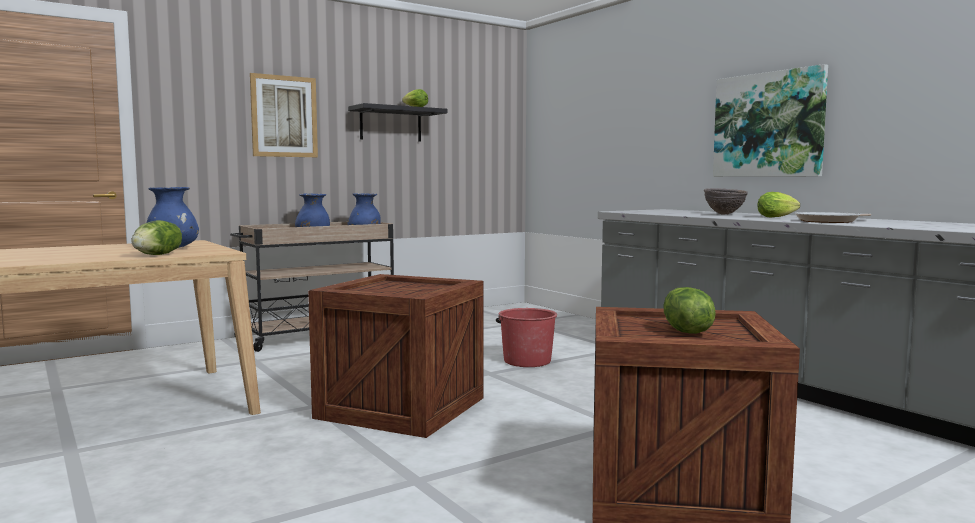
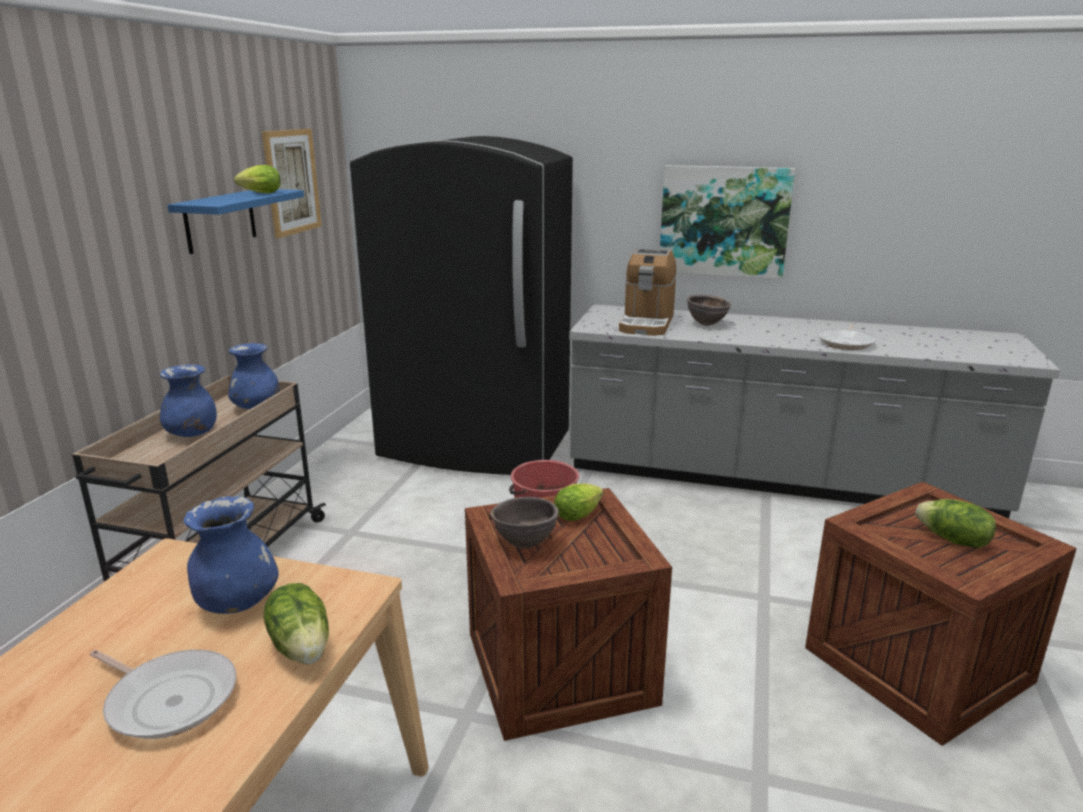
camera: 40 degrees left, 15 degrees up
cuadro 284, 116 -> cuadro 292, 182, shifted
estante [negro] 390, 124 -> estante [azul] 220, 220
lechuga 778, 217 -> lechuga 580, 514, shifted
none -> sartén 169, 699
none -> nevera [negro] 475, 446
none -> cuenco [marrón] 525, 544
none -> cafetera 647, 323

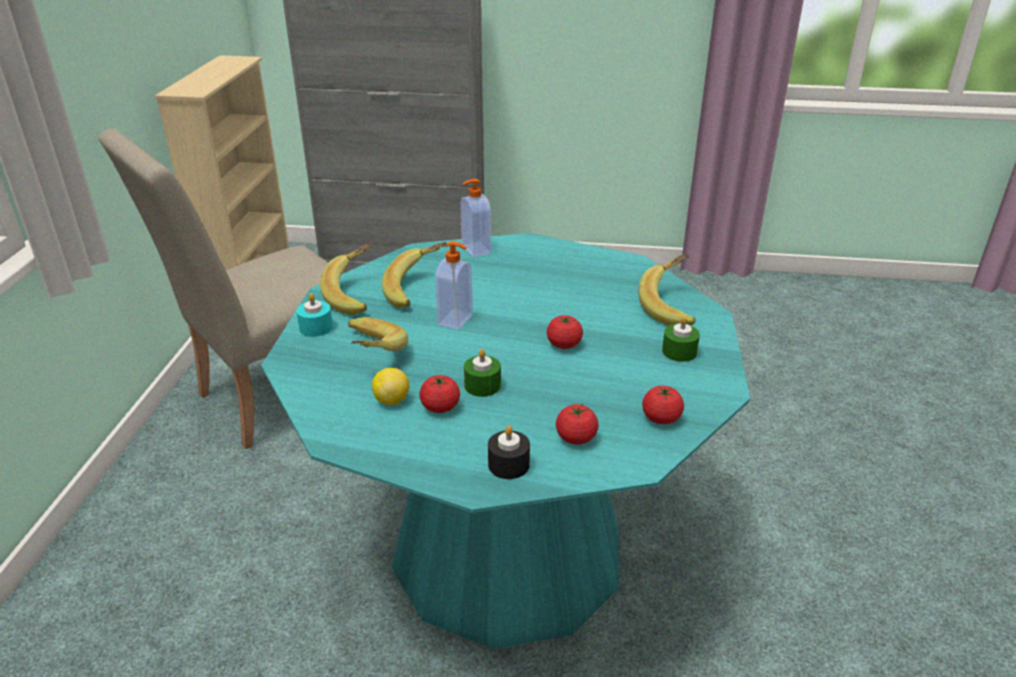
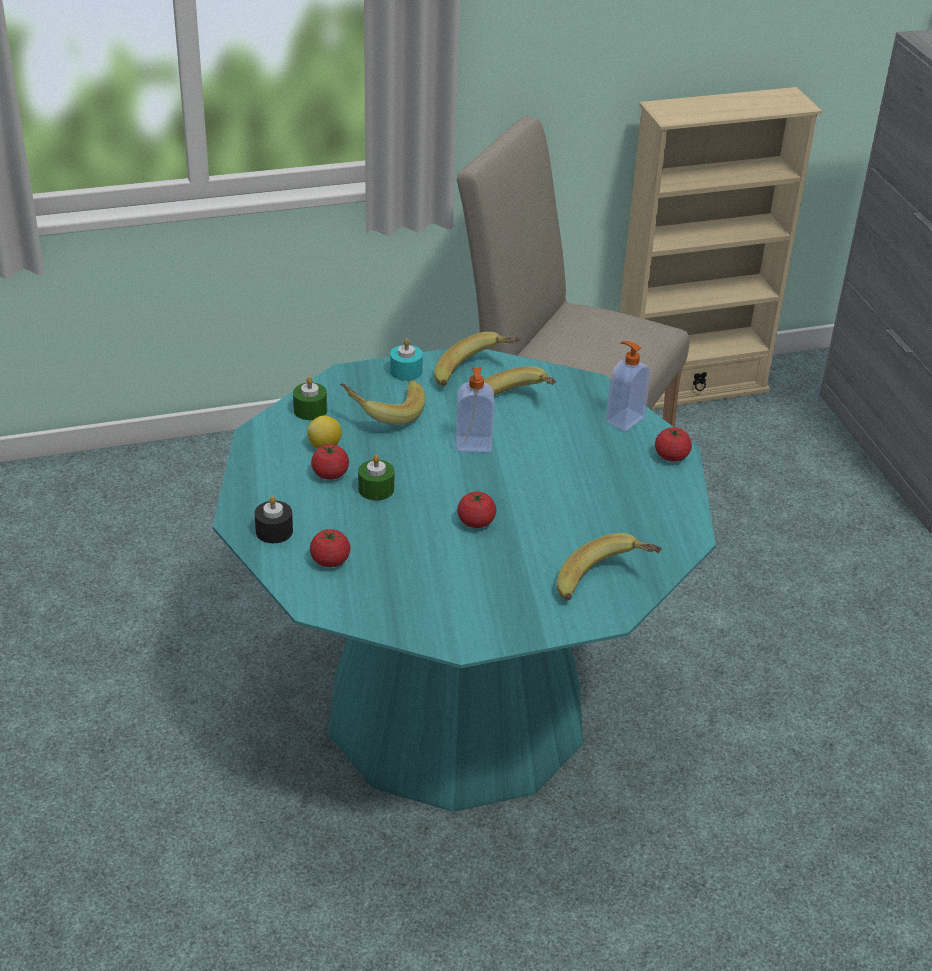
camera: 65 degrees right, 5 degrees up
tomate 661, 418 -> tomate 671, 456, shifted
vela [verde] 679, 351 -> vela [verde] 310, 410, shifted

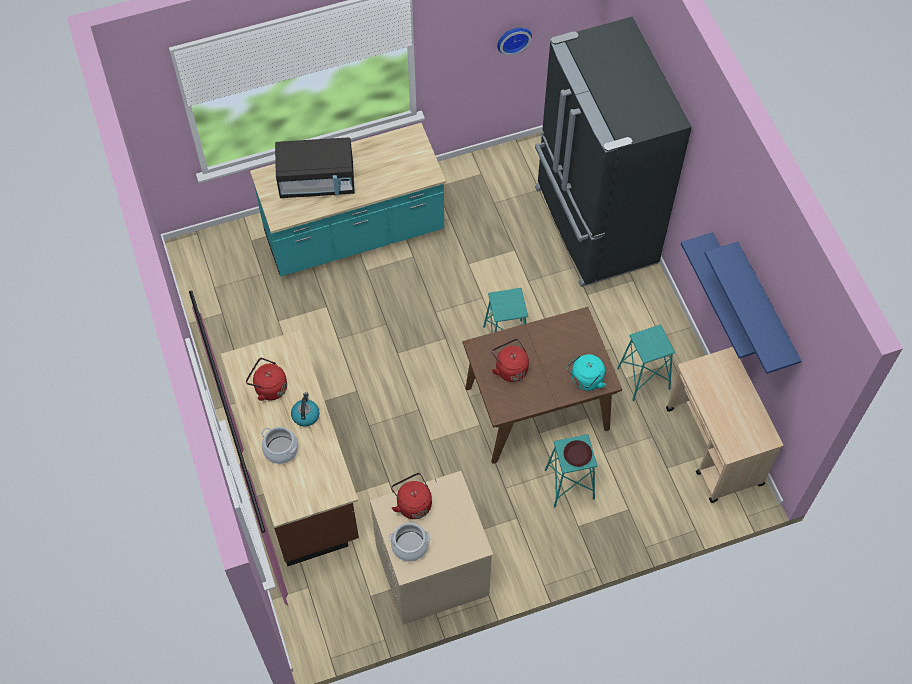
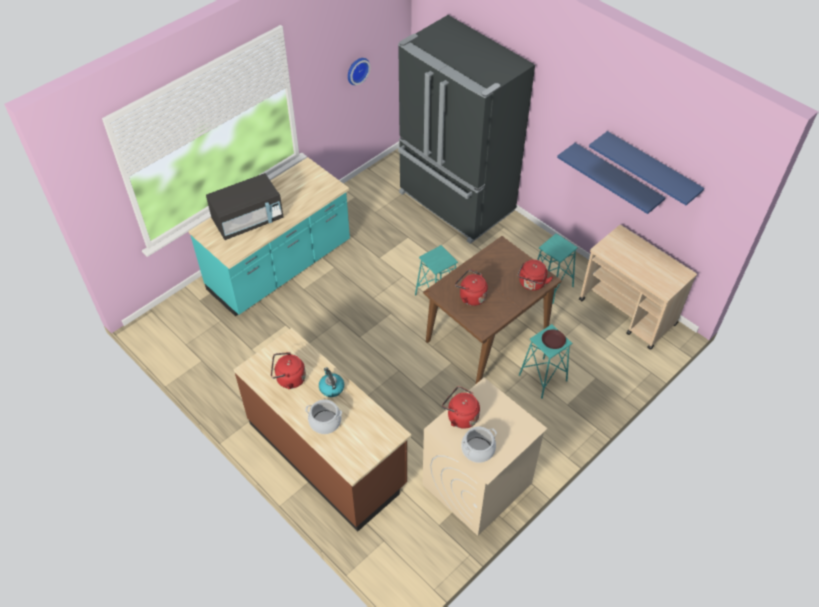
camera: 25 degrees left, 10 degrees down
hervidor [turquesa] 585, 380 -> hervidor [rojo] 531, 284

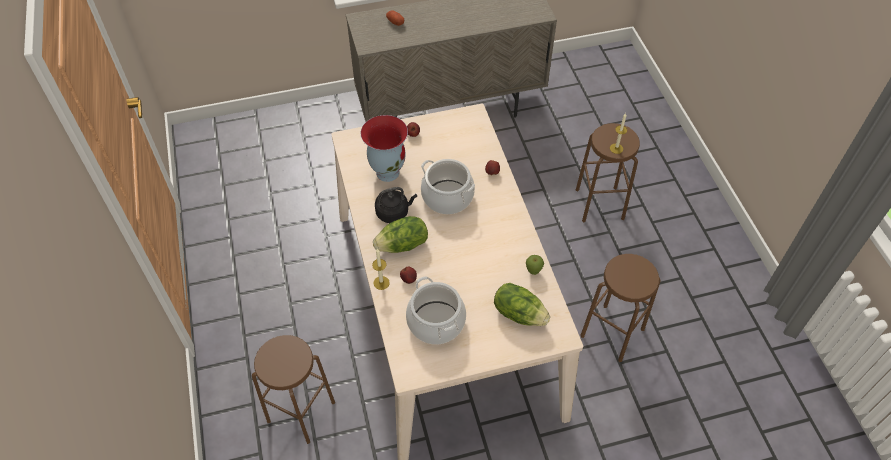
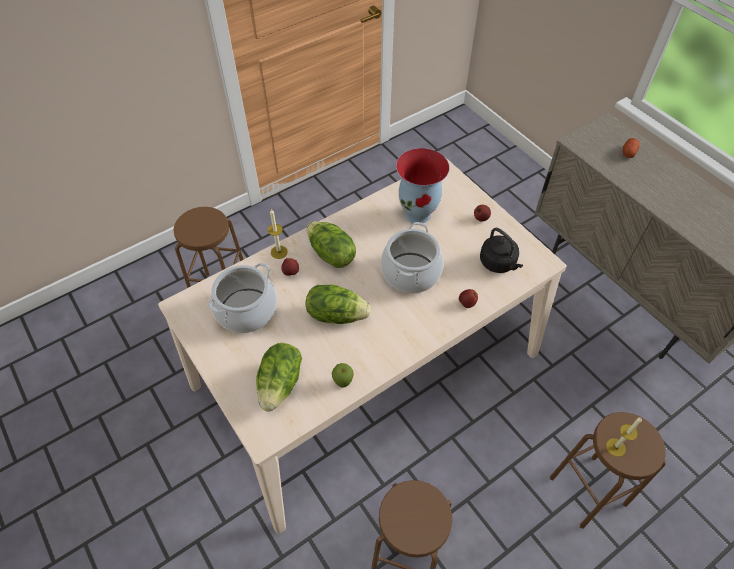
camera: 70 degrees right, 0 degrees up
hervidor [negro] 394, 212 -> hervidor [negro] 499, 263, shifted
none -> lechuga 336, 314

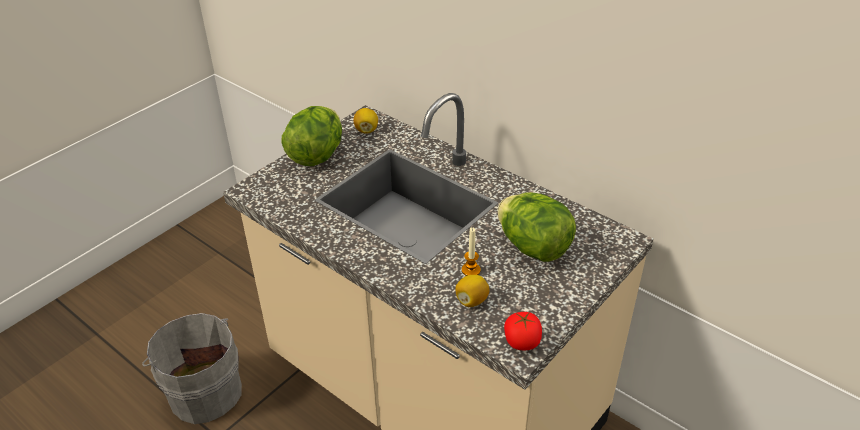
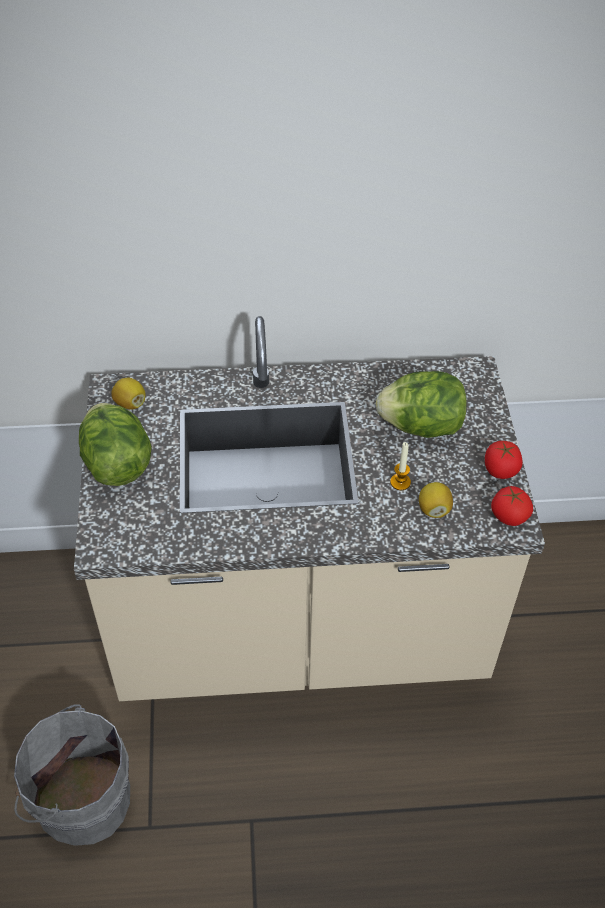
camera: 45 degrees left, 10 degrees up
none -> tomate 500, 470

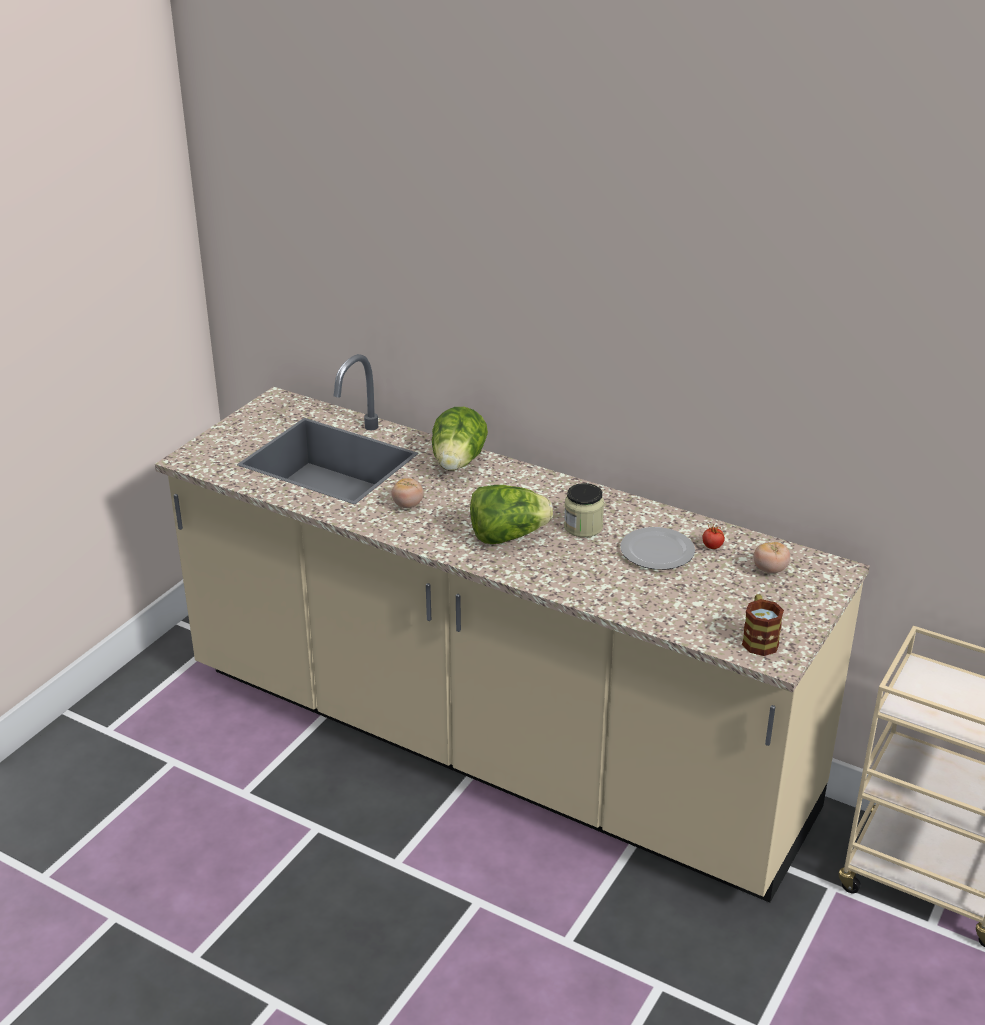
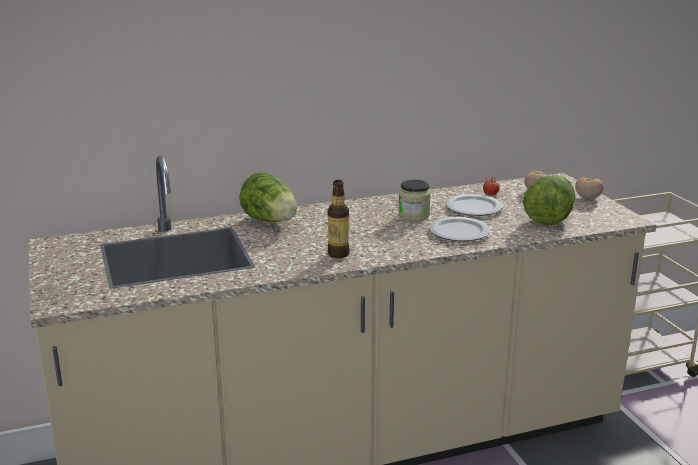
camera: 50 degrees left, 10 degrees down
tomate 407, 505 -> tomate 588, 198, shifted
lechuga 507, 536 -> lechuga 549, 218, shifted
taza grande 758, 638 -> none
none -> botella 338, 254
none -> plato 459, 231

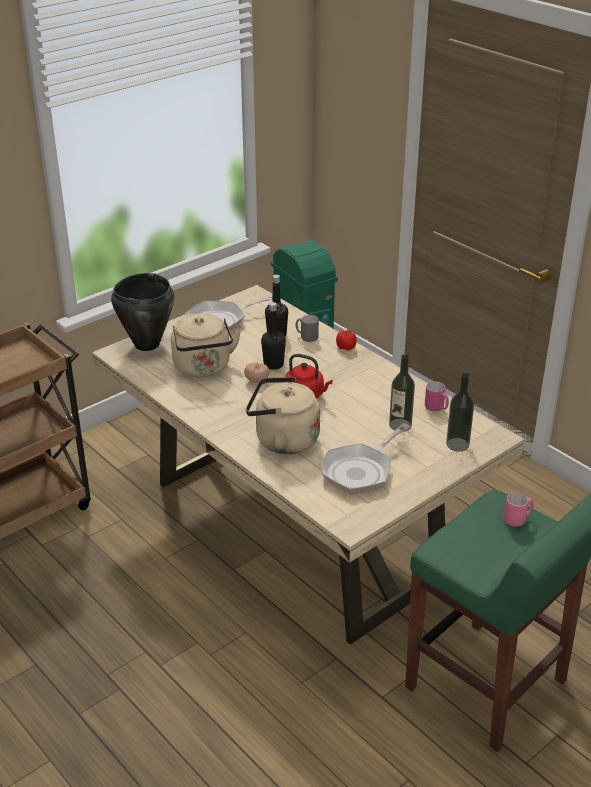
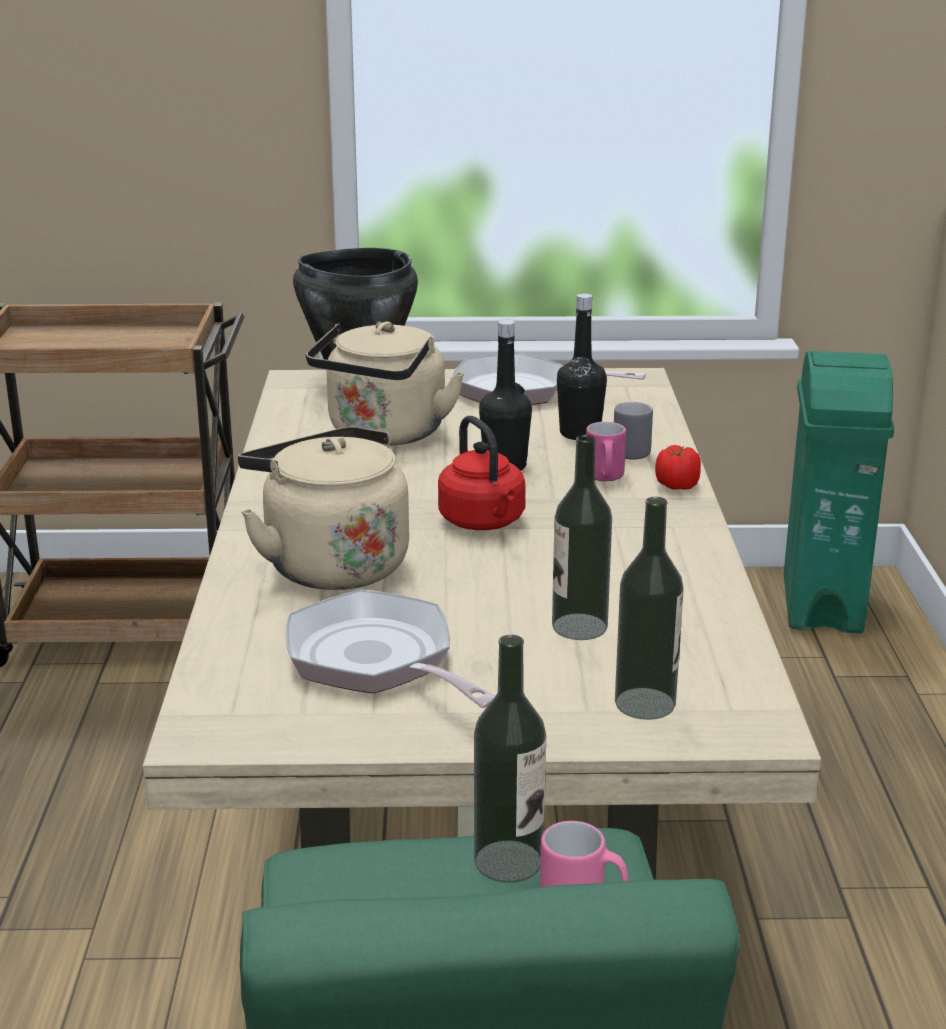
camera: 40 degrees right, 10 degrees down
tomate 257, 381 -> none
sartén 360, 471 -> sartén 377, 662, 60 degrees clockwise
taza grande [rosa] 436, 408 -> taza grande [rosa] 605, 478, shifted
none -> botella 508, 861

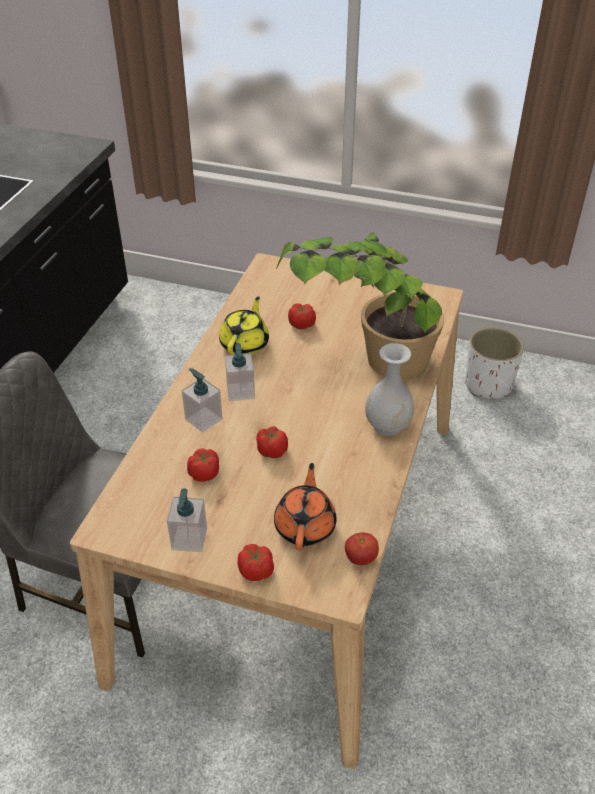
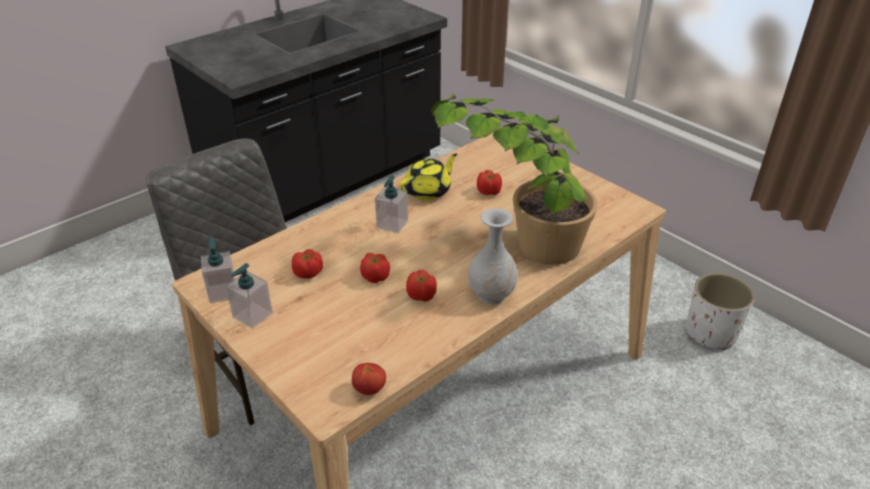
camera: 30 degrees right, 5 degrees down
dispensador de jabón 203, 419 -> dispensador de jabón 223, 292, shifted
tomate 256, 571 -> tomate 421, 295, shifted
tetera [naranja] 305, 526 -> none

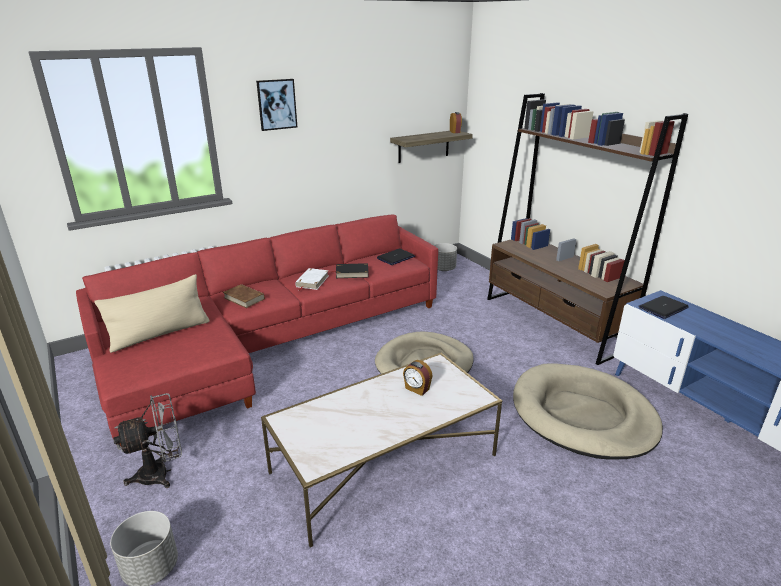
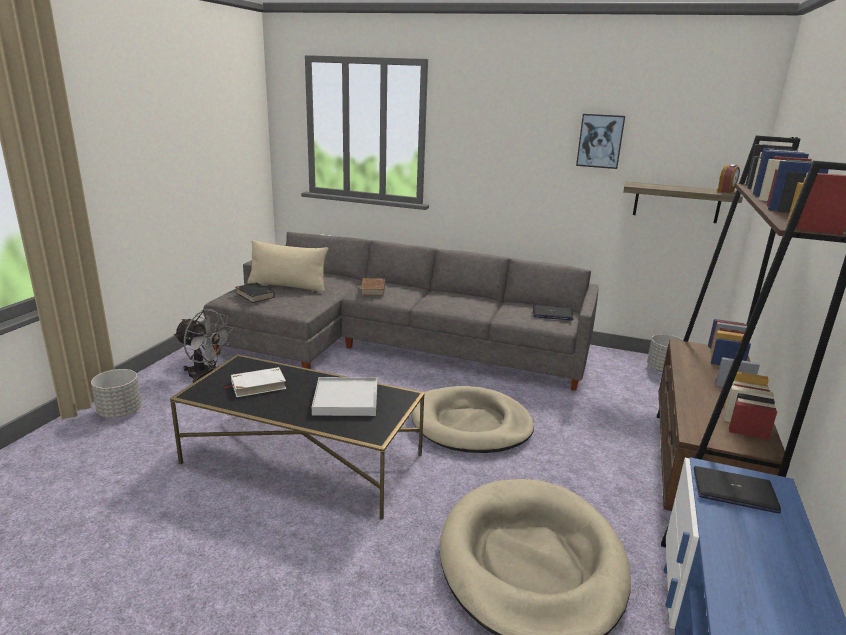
camera: 50 degrees right, 5 degrees down
sofá [rojo] 265, 342 -> sofá [gris] 391, 343
cuadro 276, 104 -> cuadro 600, 141, shifted
mesa de centro [blanco] 384, 463 -> mesa de centro [negro] 303, 459
libro [blanco] 312, 281 -> libro [blanco] 258, 385, shifted
libro [negro] 352, 273 -> libro [negro] 255, 295, shifted
despertador 417, 389 -> bandeja [blanco] 346, 399

